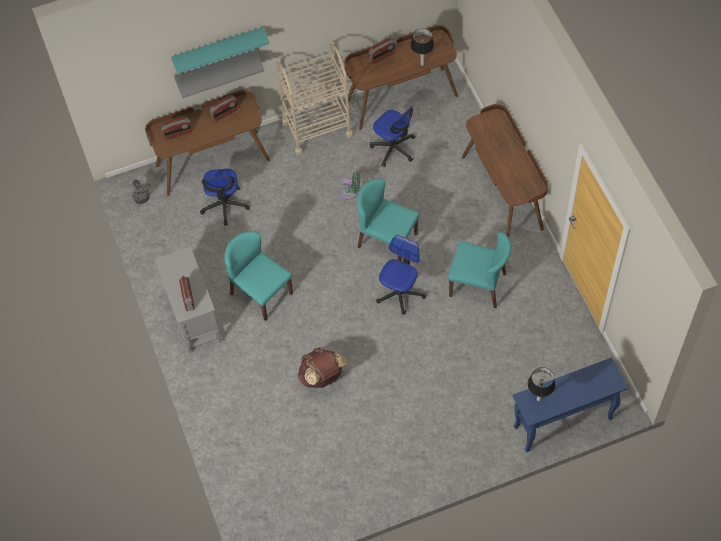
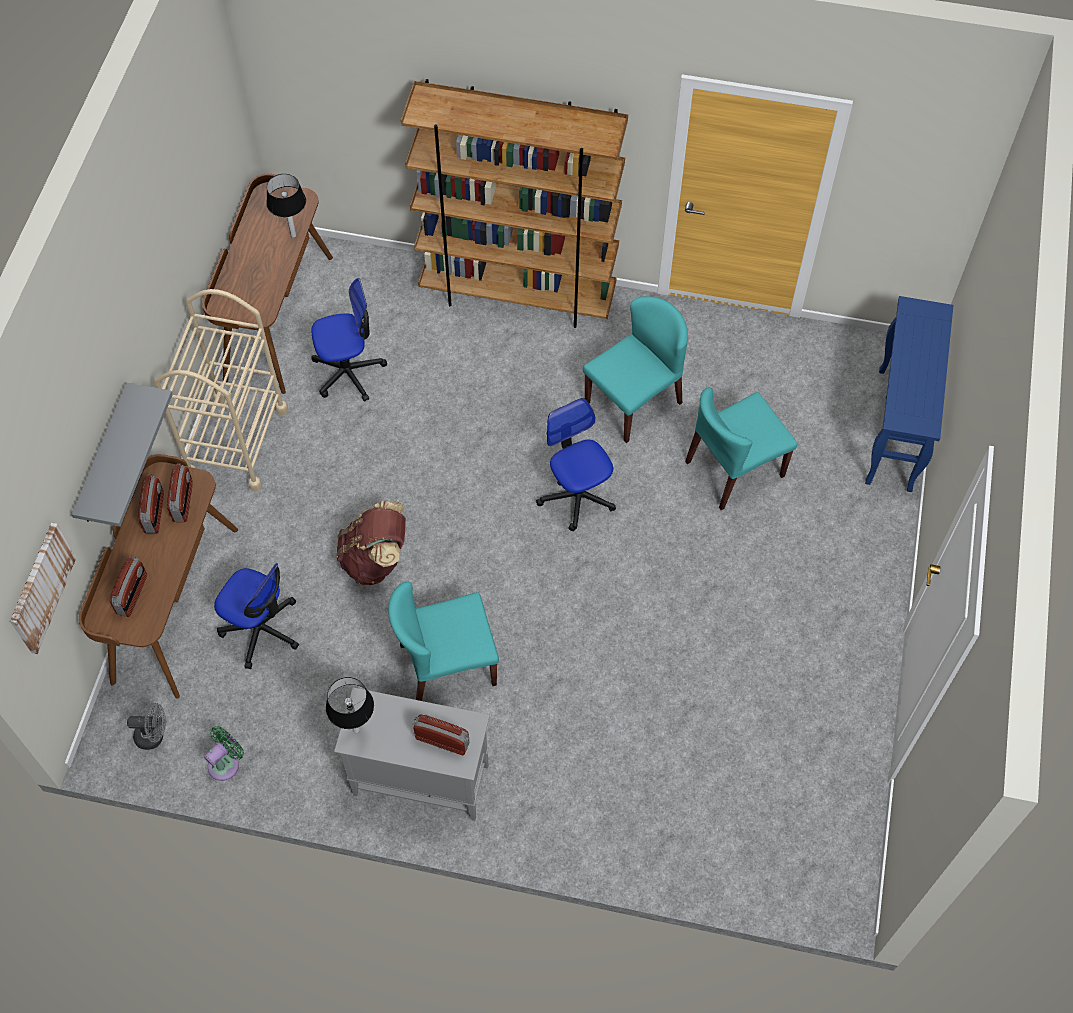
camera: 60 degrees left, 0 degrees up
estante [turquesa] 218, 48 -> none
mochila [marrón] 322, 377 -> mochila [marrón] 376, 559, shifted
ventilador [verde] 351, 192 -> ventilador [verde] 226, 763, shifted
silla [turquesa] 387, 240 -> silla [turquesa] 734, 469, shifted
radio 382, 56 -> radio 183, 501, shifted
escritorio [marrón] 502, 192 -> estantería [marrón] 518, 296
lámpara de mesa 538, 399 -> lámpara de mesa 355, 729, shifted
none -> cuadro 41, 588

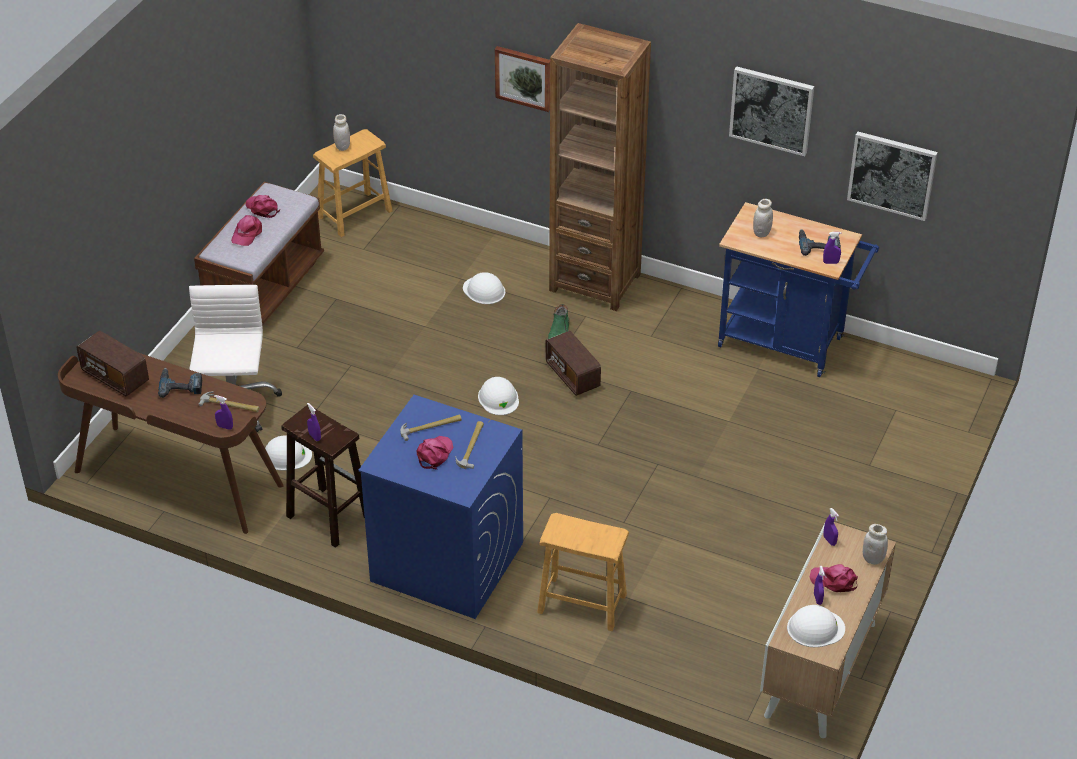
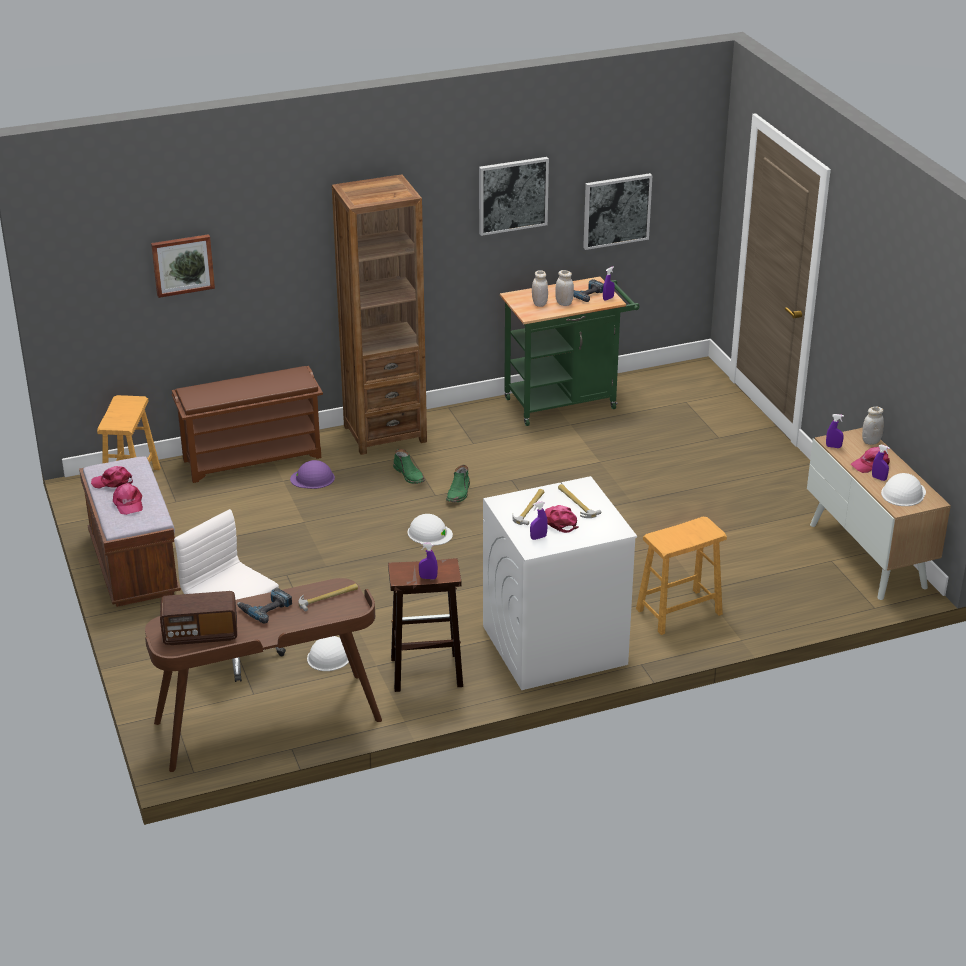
camera: 45 degrees left, 10 degrees down
pulverizador [morado] 225, 427 -> pulverizador [morado] 538, 537, shifted
tarro [blanco] 342, 147 -> tarro [blanco] 564, 303, shifted
lavadora [azul] 446, 562 -> lavadora [blanco] 553, 646
casco [blanco] 484, 290 -> casco [morado] 313, 478
cuadro 524, 77 -> cuadro 182, 264, shifted
radio 572, 376 -> bota [verde] 459, 493
carrito [azul] 788, 344 -> carrito [verde] 566, 402
none -> zapatero [marrón] 253, 458

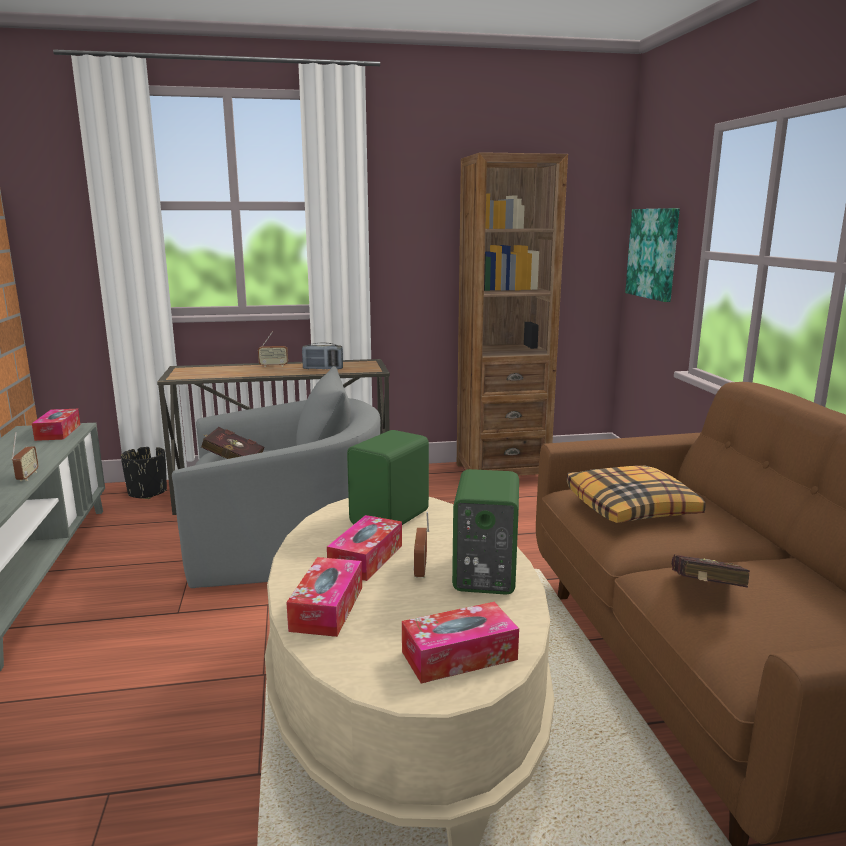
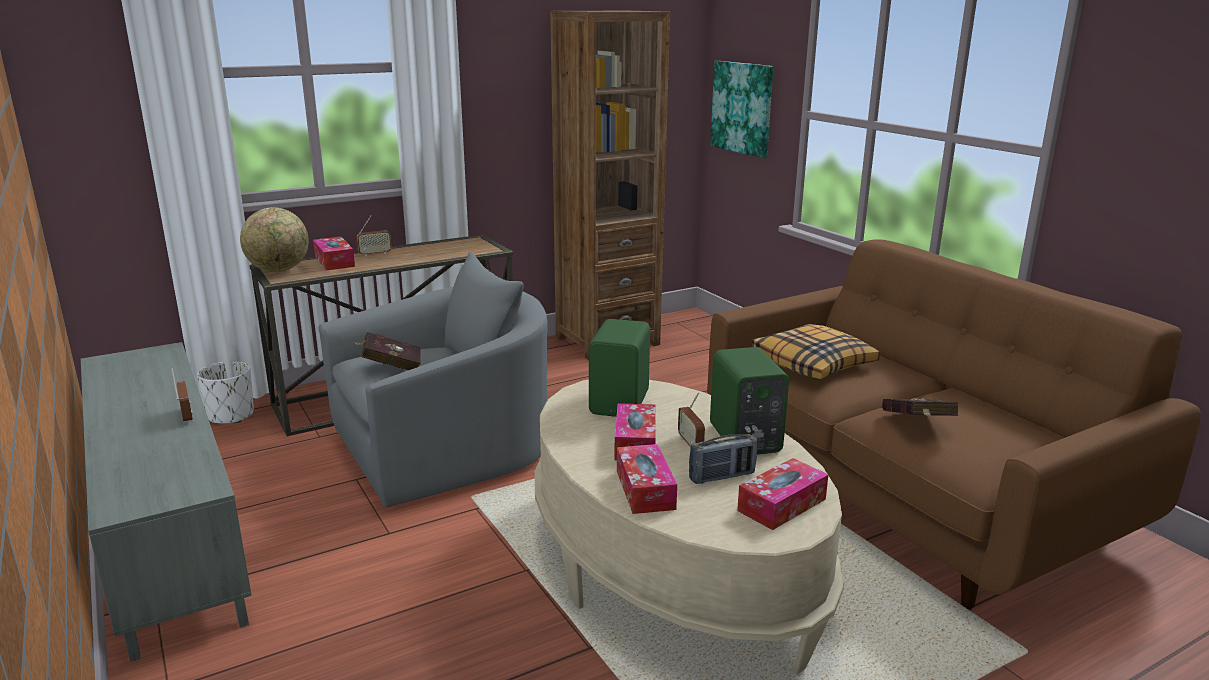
camera: 20 degrees left, 5 degrees up
caja de pañuelos 58, 432 -> caja de pañuelos 334, 261, shifted
maceta [negro] 147, 492 -> maceta [blanco] 231, 415
radio 323, 369 -> radio 722, 476, shifted
none -> globo terráqueo 279, 270

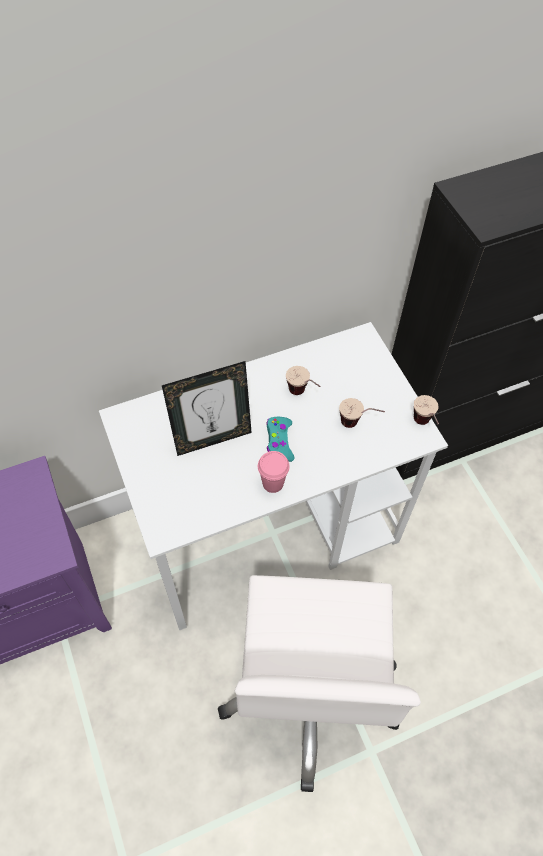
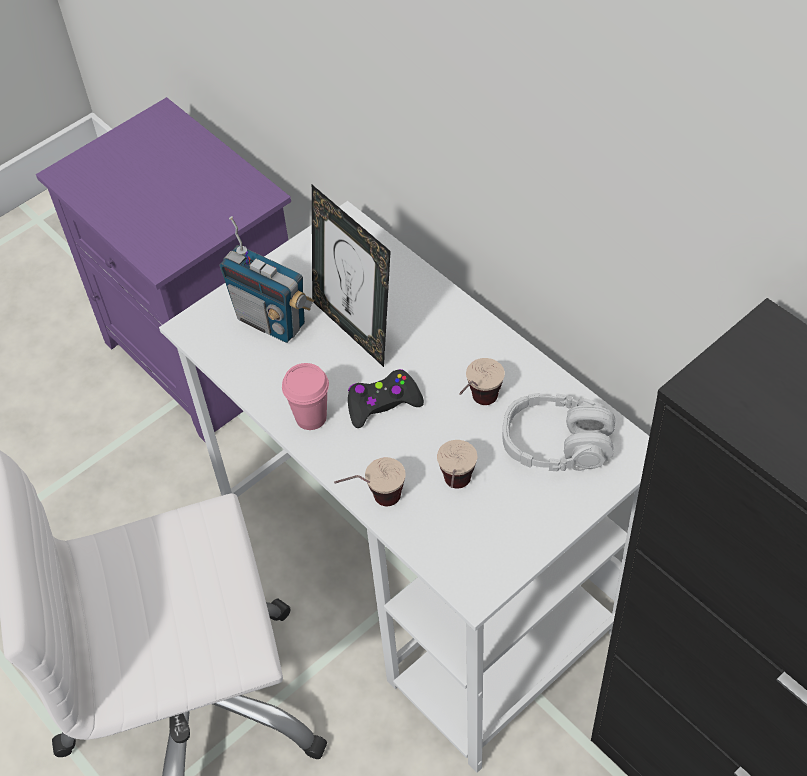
camera: 75 degrees right, 5 degrees down
mando de consola [turquesa] 279, 441 -> mando de consola [negro] 383, 404
taza 424, 426 -> taza 372, 502, shifted
none -> radio 272, 321
none -> auriculares [gris] 557, 444

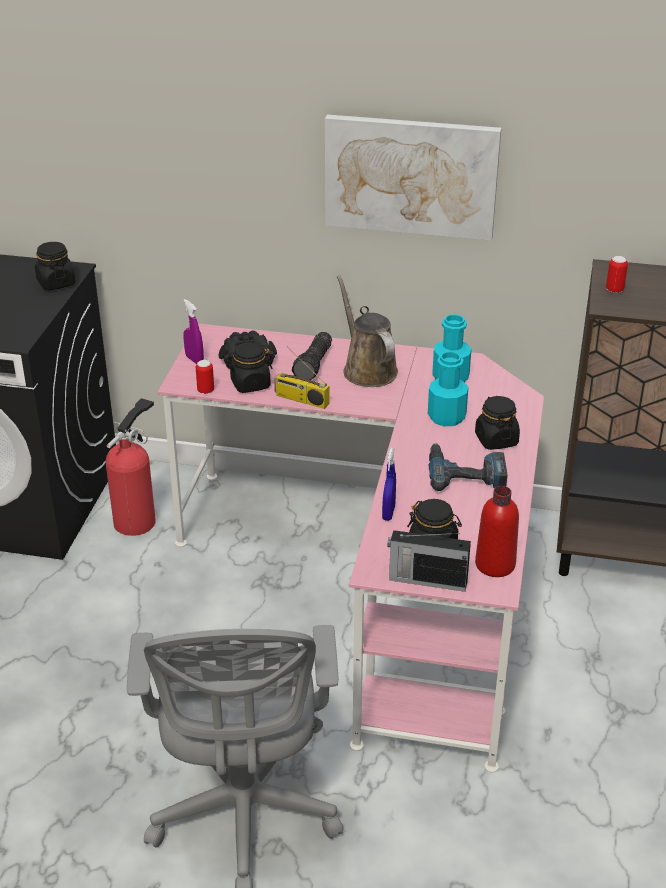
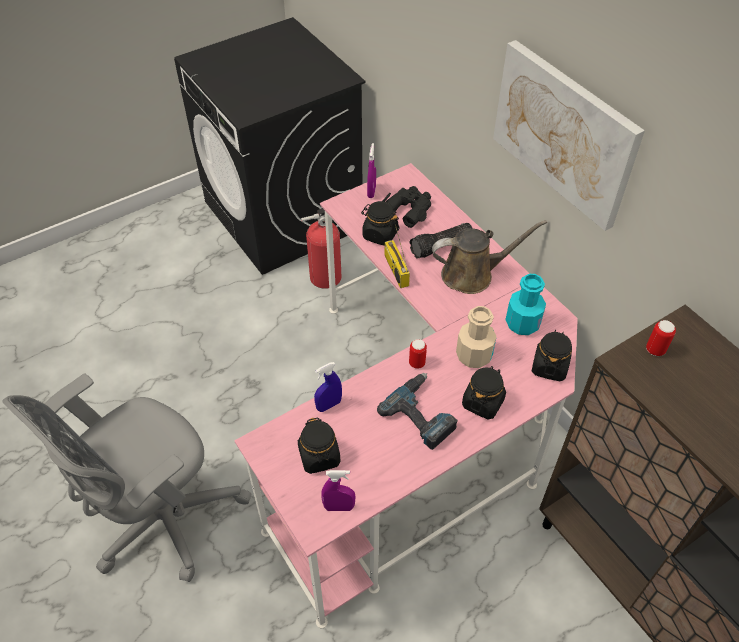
camera: 45 degrees right, 15 degrees up
tarro [negro] 56, 283 -> tarro [negro] 549, 367, shifted
lata 205, 390 -> lata 417, 363, shifted
regadera [marrón] 367, 369 -> regadera [marrón] 472, 274, 60 degrees clockwise
radio 426, 580 -> none
botella [turquesa] 446, 417 -> botella [beis] 473, 355
botella [rojo] 495, 564 -> pulverizador [morado] 339, 507

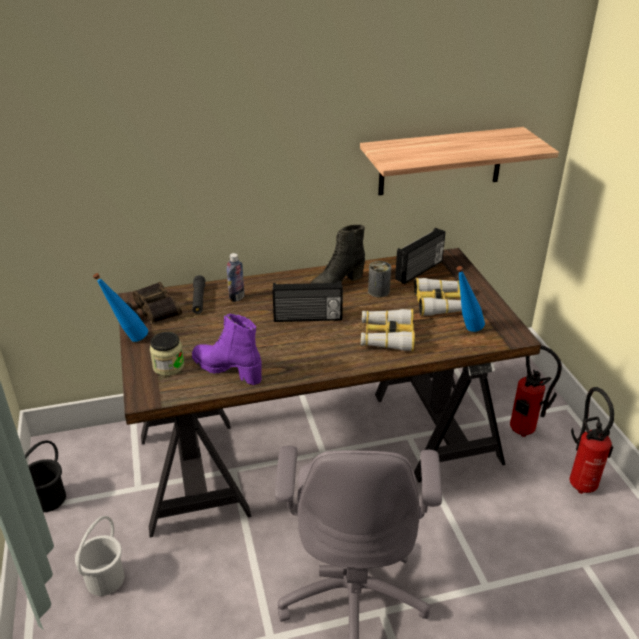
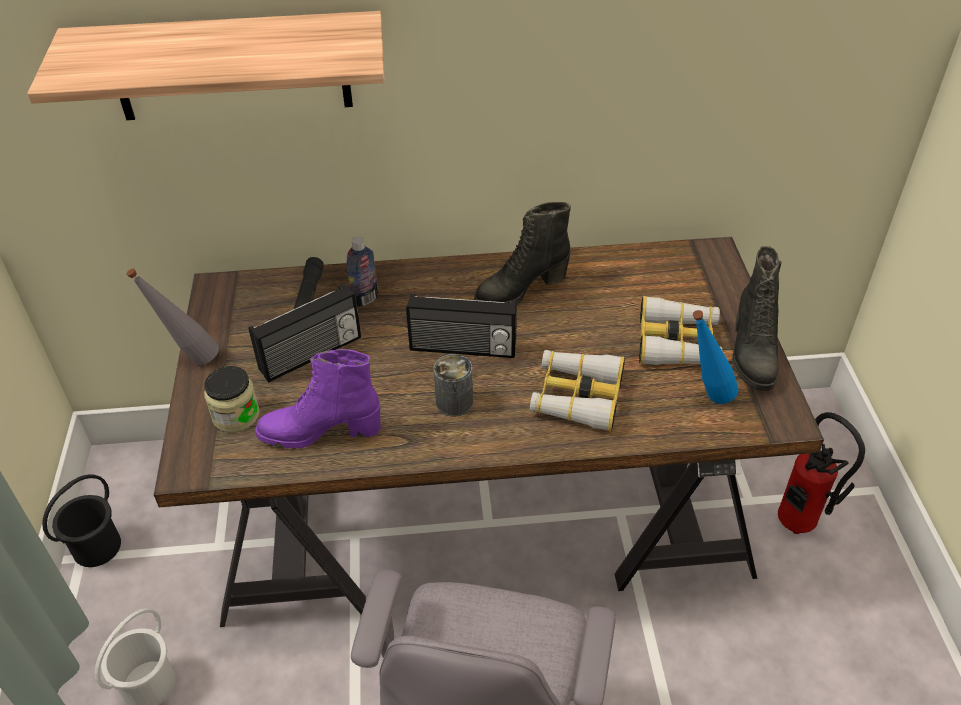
camera: 10 degrees right, 10 degrees up
botella [azul] 128, 339 -> botella [gris] 189, 359
prismáticos 152, 310 -> none
bota [morado] 227, 370 -> bota [morado] 320, 432, 45 degrees counterclockwise
estante 441, 161 -> estante 231, 67, shifted
lata 378, 291 -> lata 454, 402, shifted
radio 420, 270 -> radio 311, 355, shifted
extintor 581, 482 -> none
none -> bota [negro] 751, 354

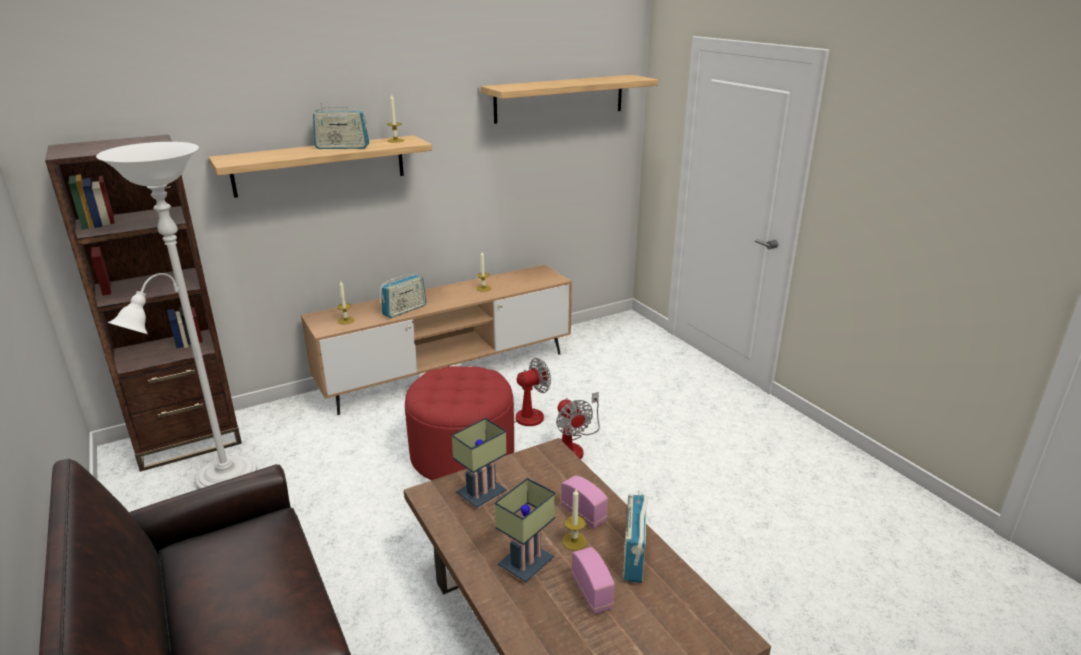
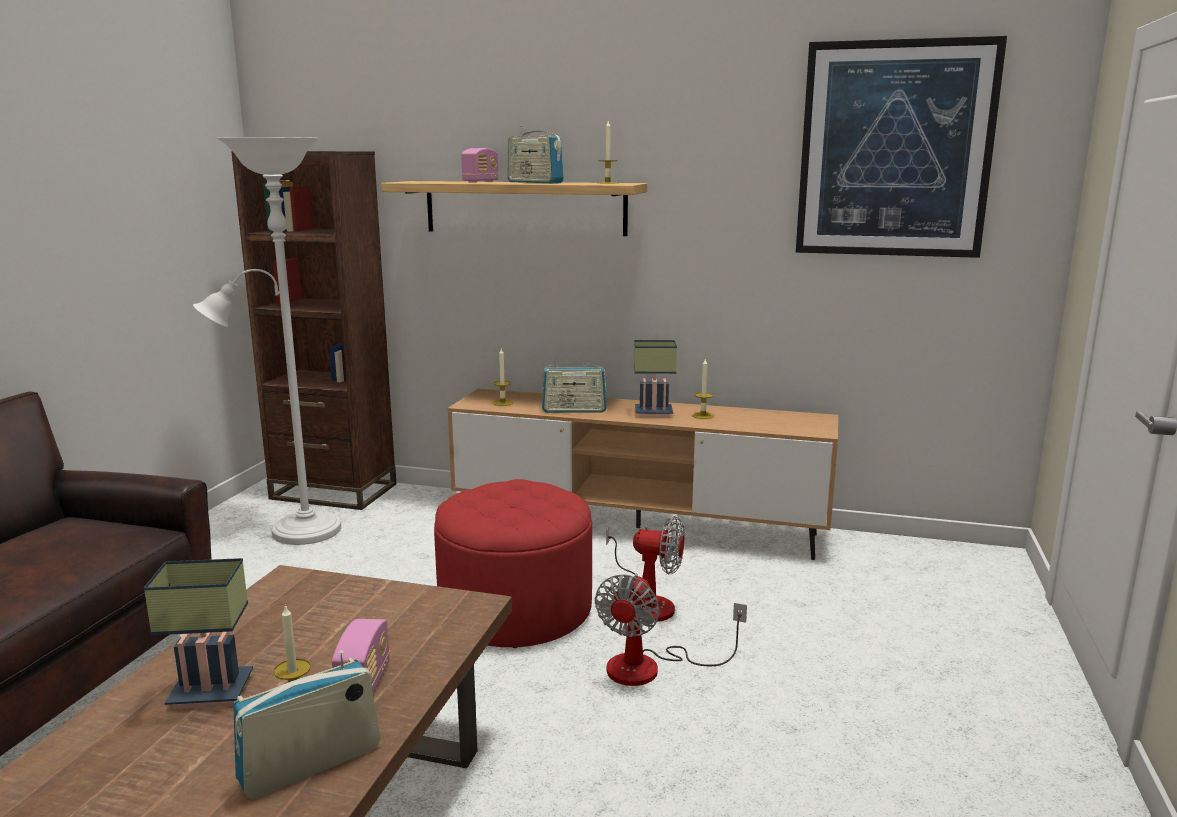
camera: 45 degrees right, 10 degrees down
lámpara de mesa 481, 493 -> lámpara de mesa 655, 412, shifted
estante 560, 98 -> cuadro 894, 150
radio 592, 593 -> radio 480, 182, shifted

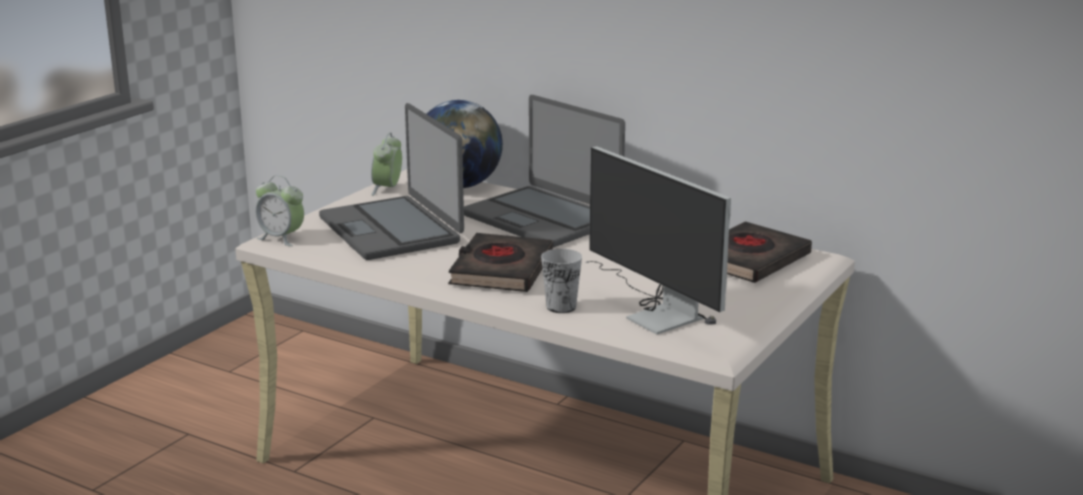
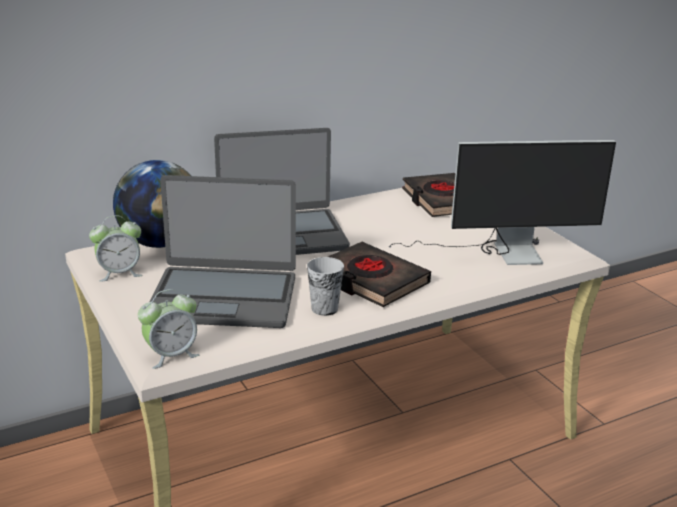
camera: 60 degrees left, 5 degrees up
despertador 387, 189 -> despertador 119, 273, 60 degrees counterclockwise
taza 561, 307 -> taza 324, 308, shifted

